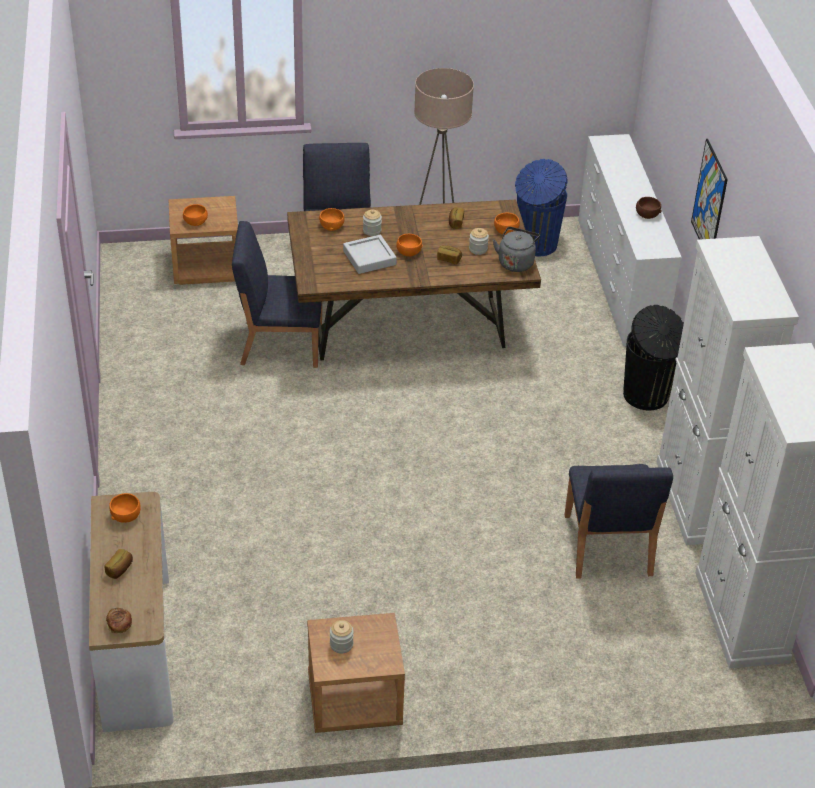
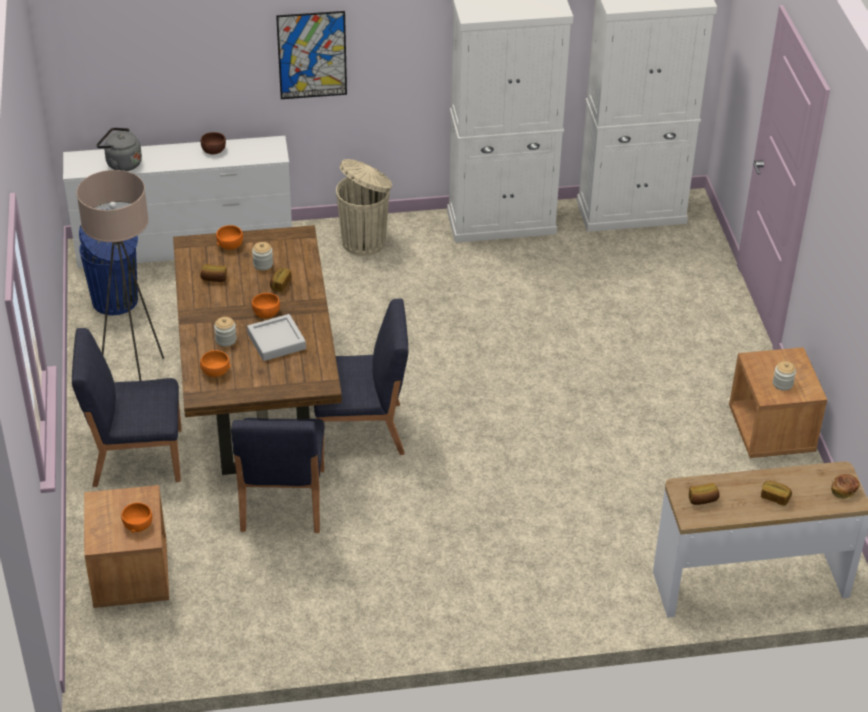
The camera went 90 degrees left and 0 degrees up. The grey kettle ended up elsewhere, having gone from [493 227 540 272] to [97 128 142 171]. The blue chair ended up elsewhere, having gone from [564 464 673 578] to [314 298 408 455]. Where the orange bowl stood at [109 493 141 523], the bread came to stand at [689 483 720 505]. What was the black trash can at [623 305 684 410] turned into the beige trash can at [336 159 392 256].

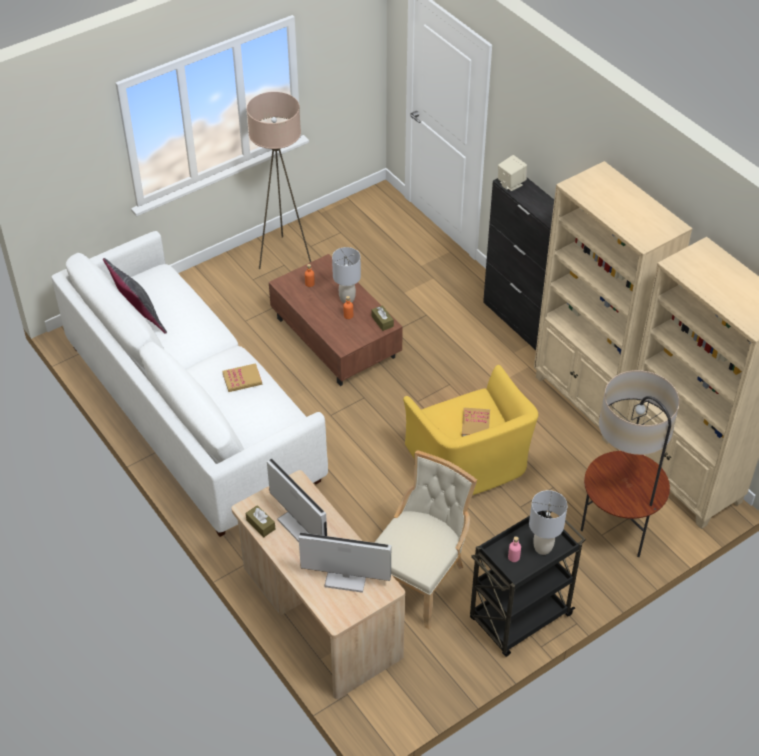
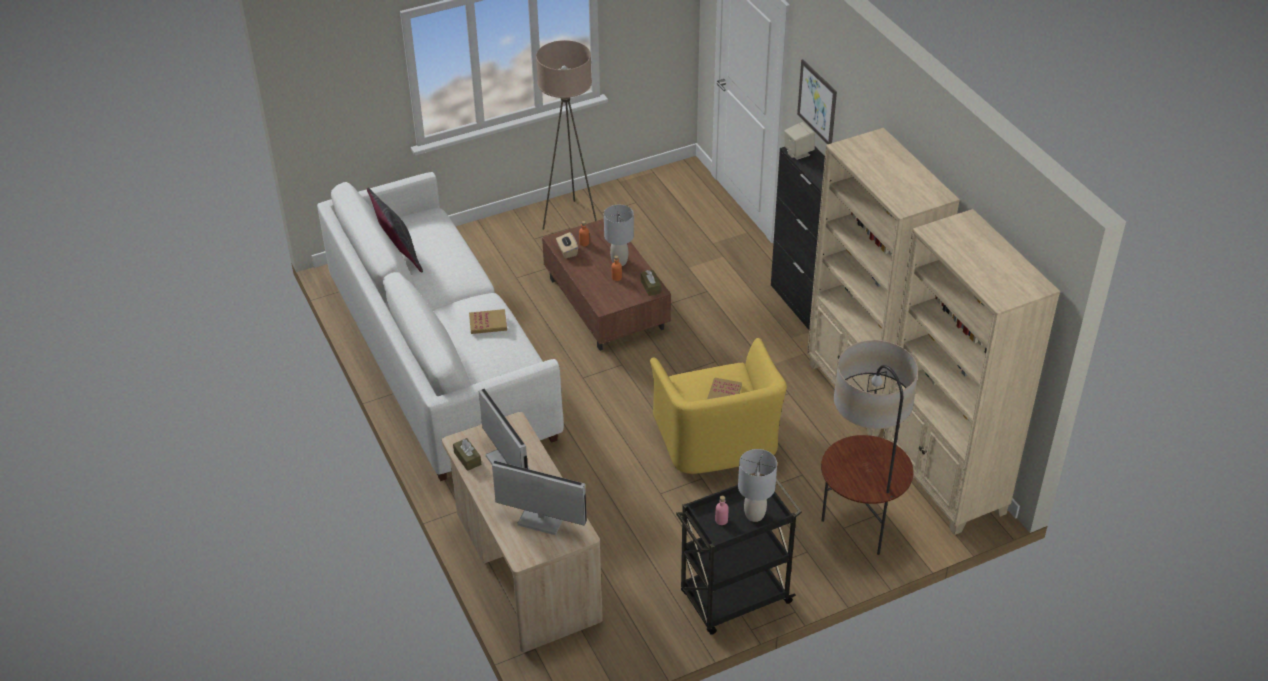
The camera went 10 degrees right and 5 degrees down. The second view lost the beige chair at [374 450 477 629]. The second view gained the beige tissue box at [556 232 578 259]. The second view gained the picture at [797 59 837 144].

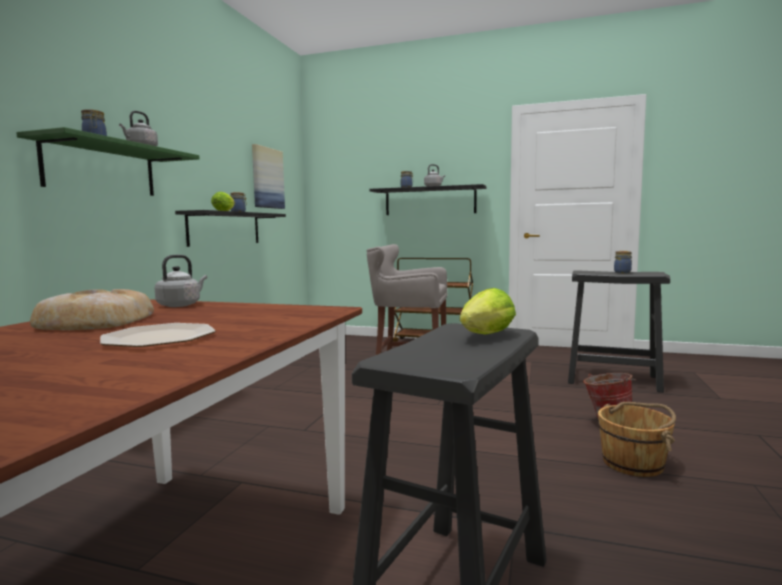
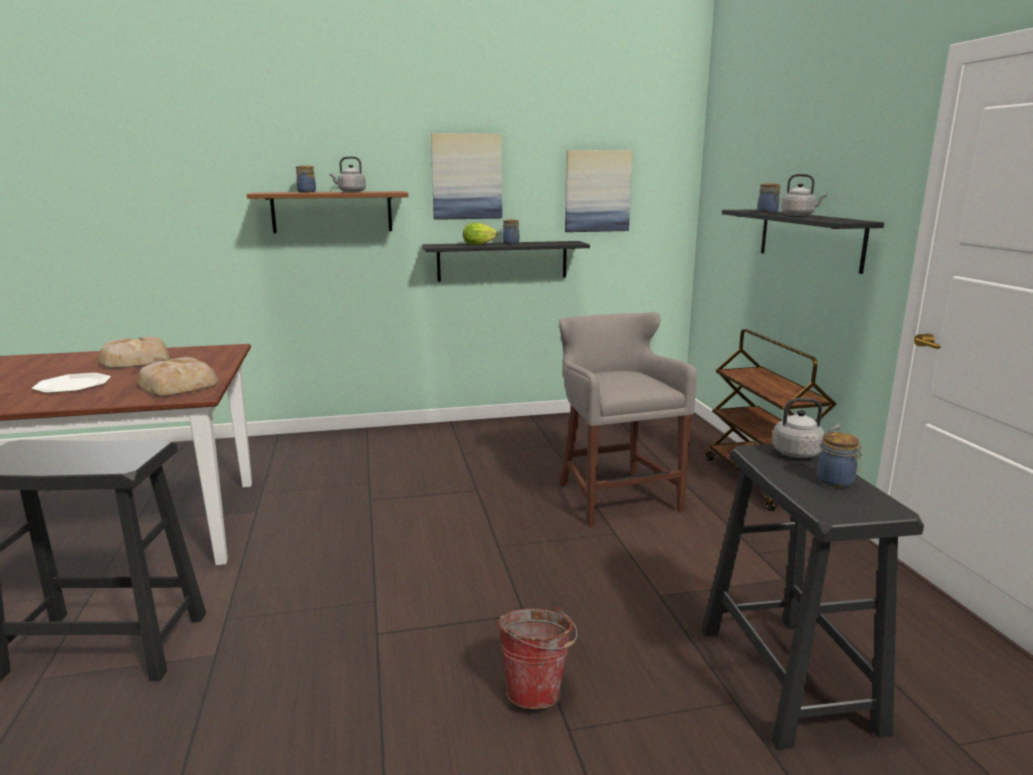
The camera went 60 degrees right and 10 degrees up. The second view lost the lettuce at [460 288 516 334]. The second view lost the brown bucket at [598 402 676 477]. The second view gained the bread at [137 357 218 397]. The second view gained the picture at [431 133 502 220]. The grey kettle ended up elsewhere, having gone from [154 255 207 307] to [772 398 841 458]. What was the green shelf at [16 127 200 196] turned into the brown shelf at [247 191 408 233].

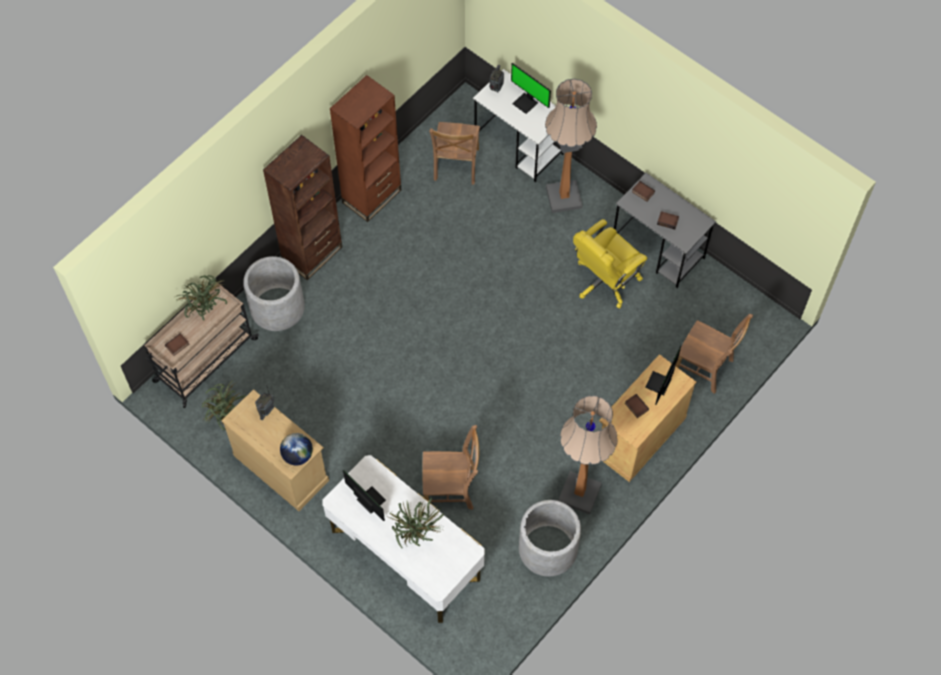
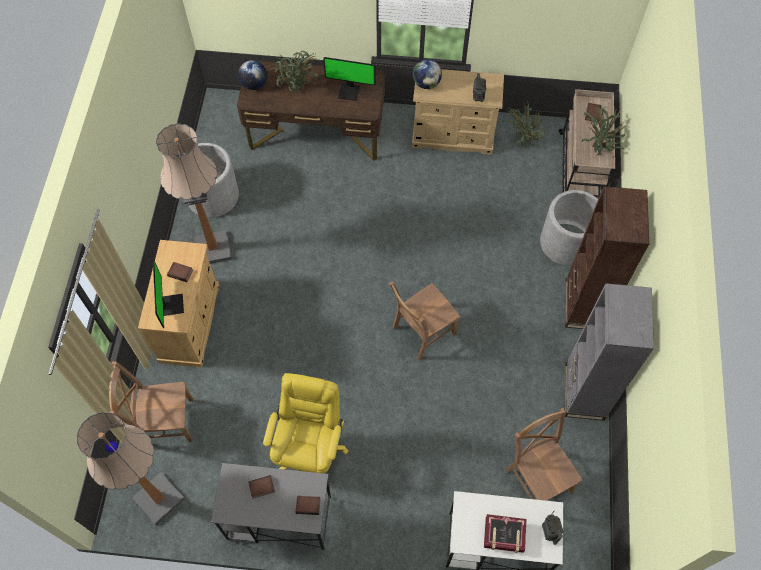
The camera went 145 degrees right and 0 degrees up. The second view gained the globe at [238 60 267 90]. The brown chair ended up elsewhere, having gone from [422 425 479 510] to [389 281 460 360]. The floor lamp ended up elsewhere, having gone from [545 79 597 213] to [77 412 185 525]. Where the monitor stood at [511 63 551 114], the book came to stand at [484 514 527 553]. What was the white desk at [322 455 485 623] turned into the brown desk at [237 60 385 160]. What was the brown bookcase at [330 75 401 222] turned into the grey bookcase at [565 283 654 421].

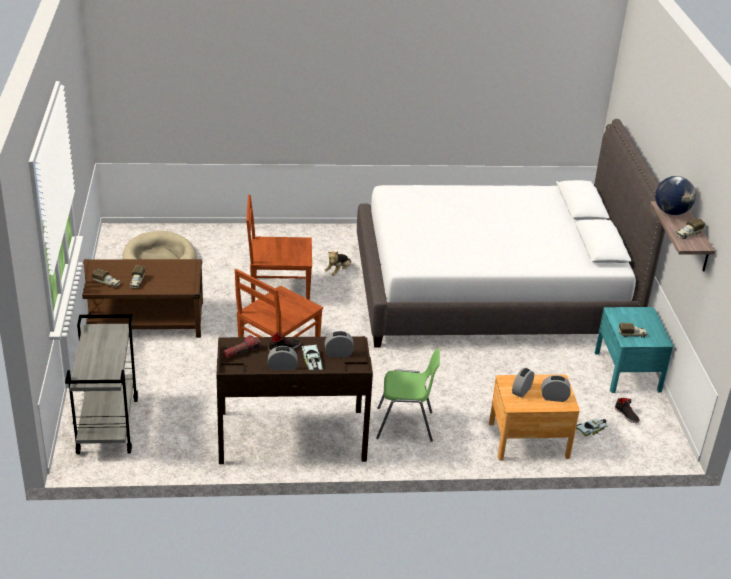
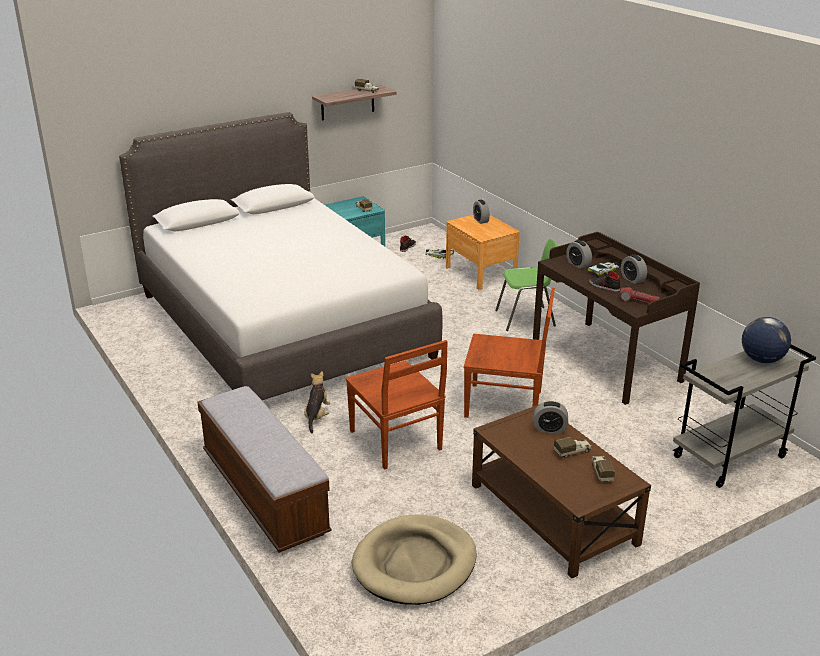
The camera went 115 degrees left and 5 degrees down. The second view gained the bench at [197 386 332 553]. The alarm clock ended up elsewhere, having gone from [512 368 534 398] to [533 401 568 434]. The globe ended up elsewhere, having gone from [655 176 696 215] to [742 317 791 363]. The plush toy at [325 251 351 276] ended up facing another way, 90 degrees counterclockwise from before. The green chair at [376 348 440 442] ended up facing another way, 105 degrees clockwise from before.

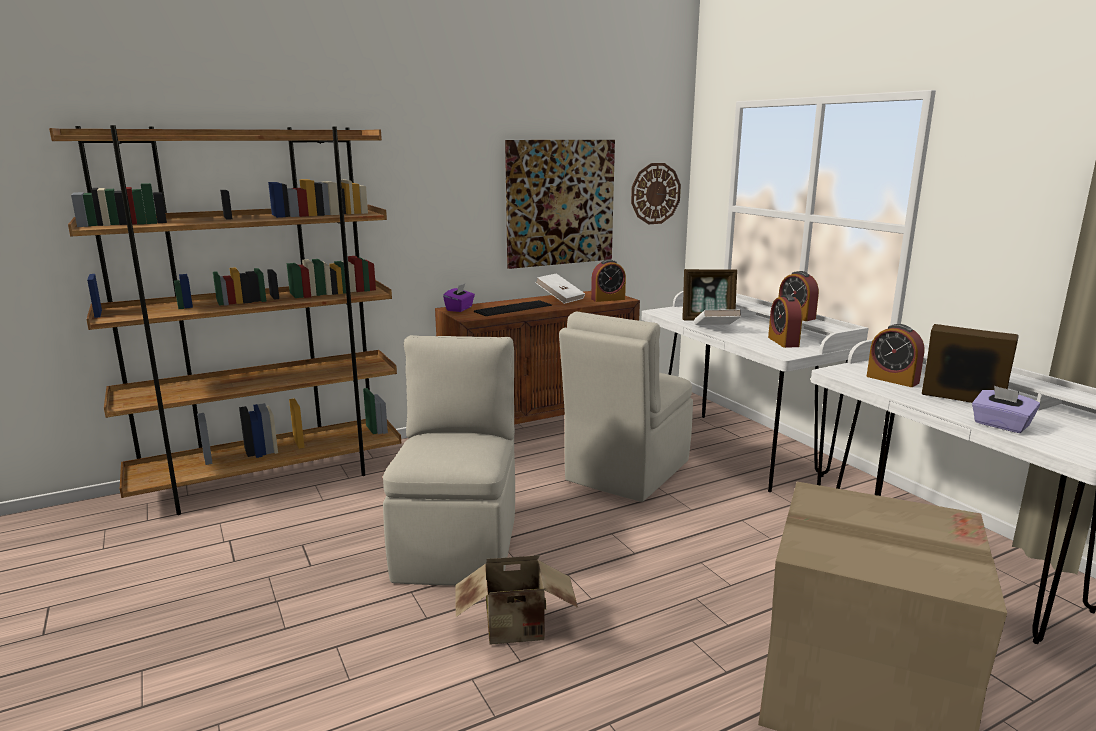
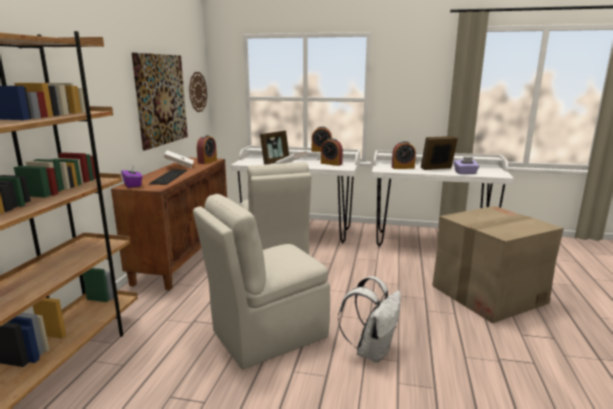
The camera went 50 degrees left and 0 degrees up. Where the cardboard box stood at [455 555 578 645], the white backpack came to stand at [338 276 401 363]. The beige chair at [383 335 515 586] ended up facing another way, 75 degrees counterclockwise from before.

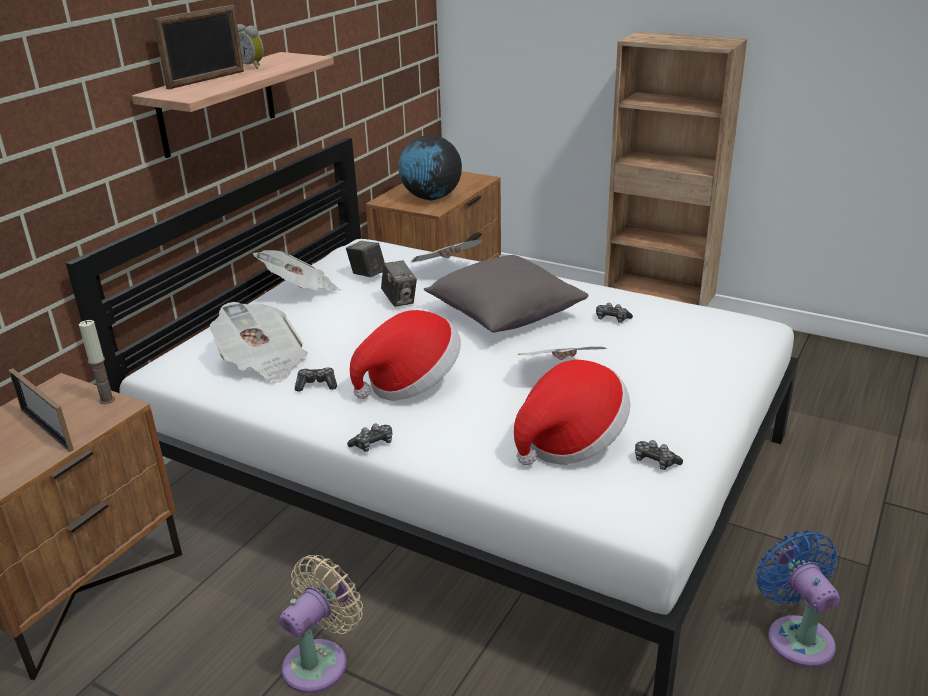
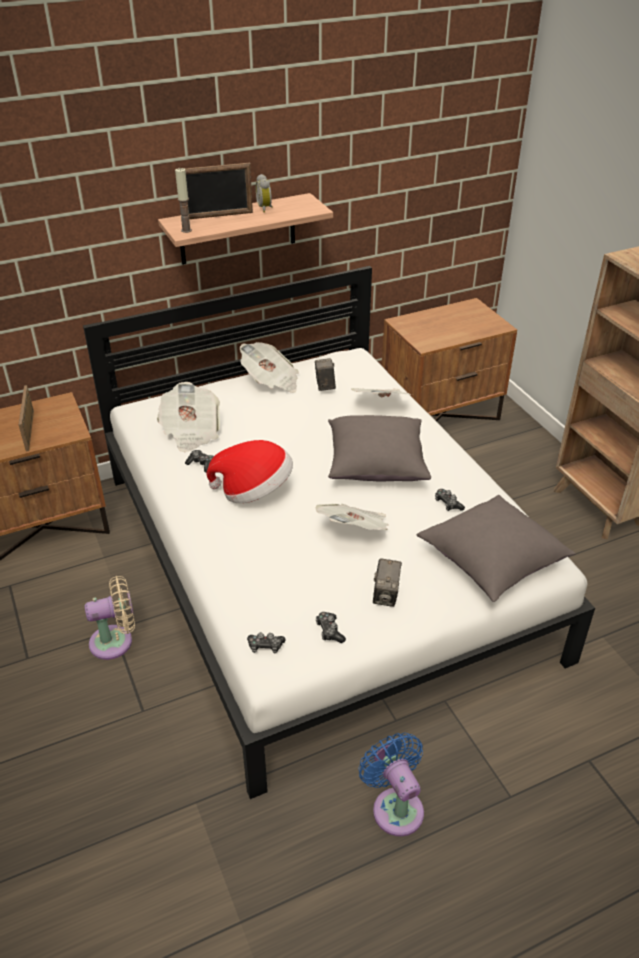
The camera went 35 degrees right and 10 degrees up. The second view lost the globe at [398 135 462 200]. The second view lost the hat at [514 359 630 465]. The second view gained the grey pillow at [417 495 576 602]. The candle ended up elsewhere, having gone from [79 320 115 404] to [175 168 192 233]. The game controller ended up elsewhere, having gone from [347 424 392 452] to [247 632 286 653]. The photo camera ended up elsewhere, having gone from [381 260 417 307] to [373 558 402 607]. The blue fan at [756 530 840 668] ended up facing another way, 45 degrees counterclockwise from before.

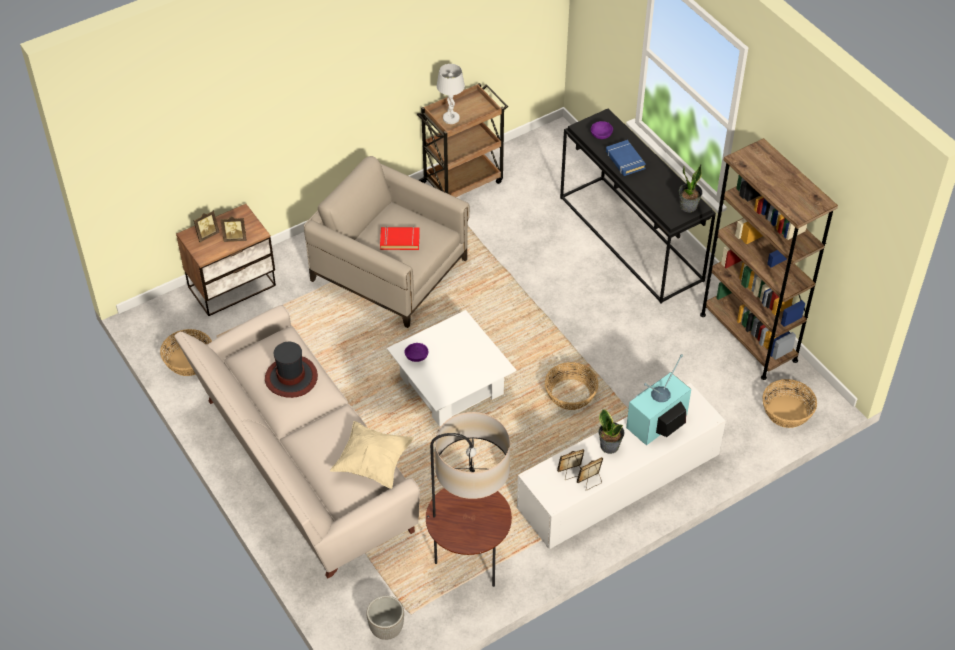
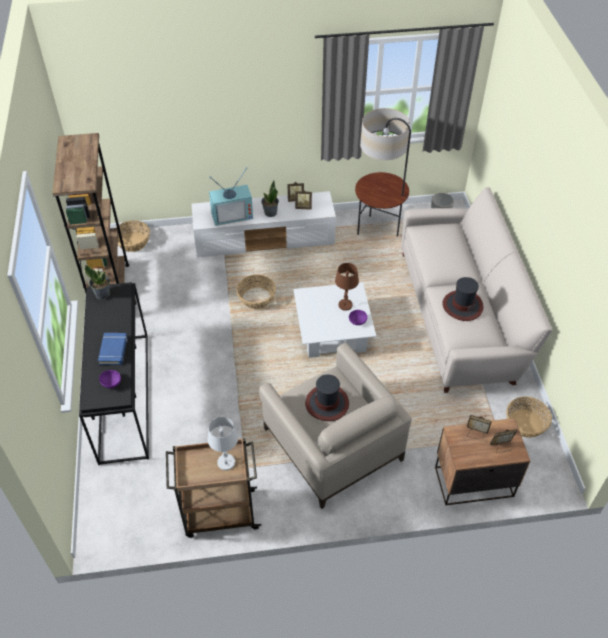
The camera went 155 degrees left and 0 degrees up. The second view lost the beige pillow at [330 421 414 489]. The second view gained the brown table lamp at [335 263 359 311]. Where the red book stood at [380 226 420 250], the hat came to stand at [305 374 349 421].

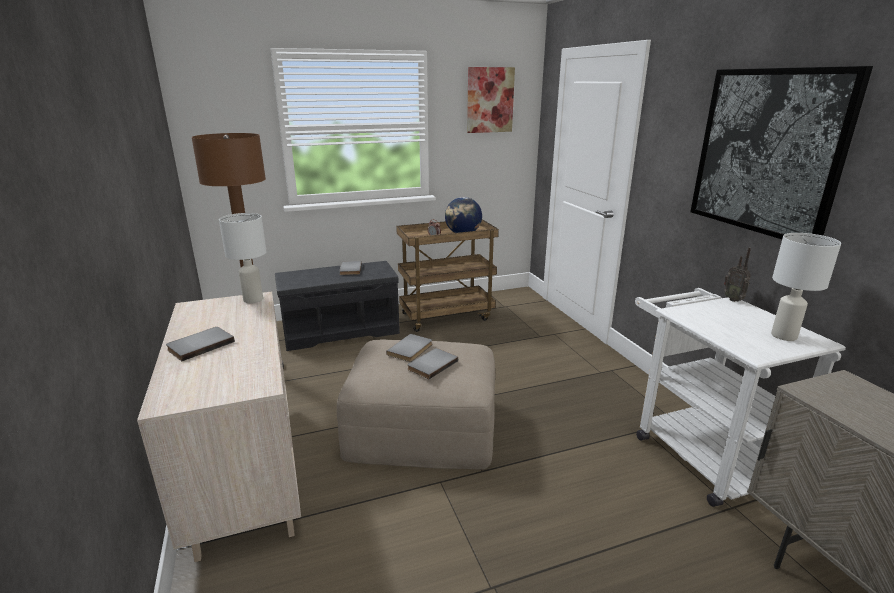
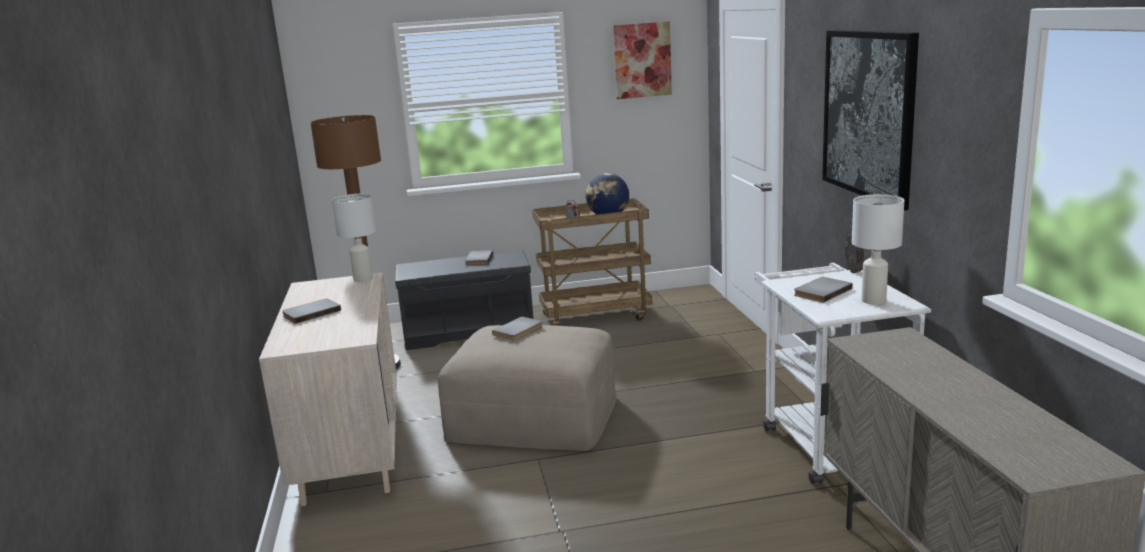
The camera went 10 degrees right and 5 degrees down. The grey book ended up elsewhere, having gone from [407 348 458 379] to [794 277 853 303].

